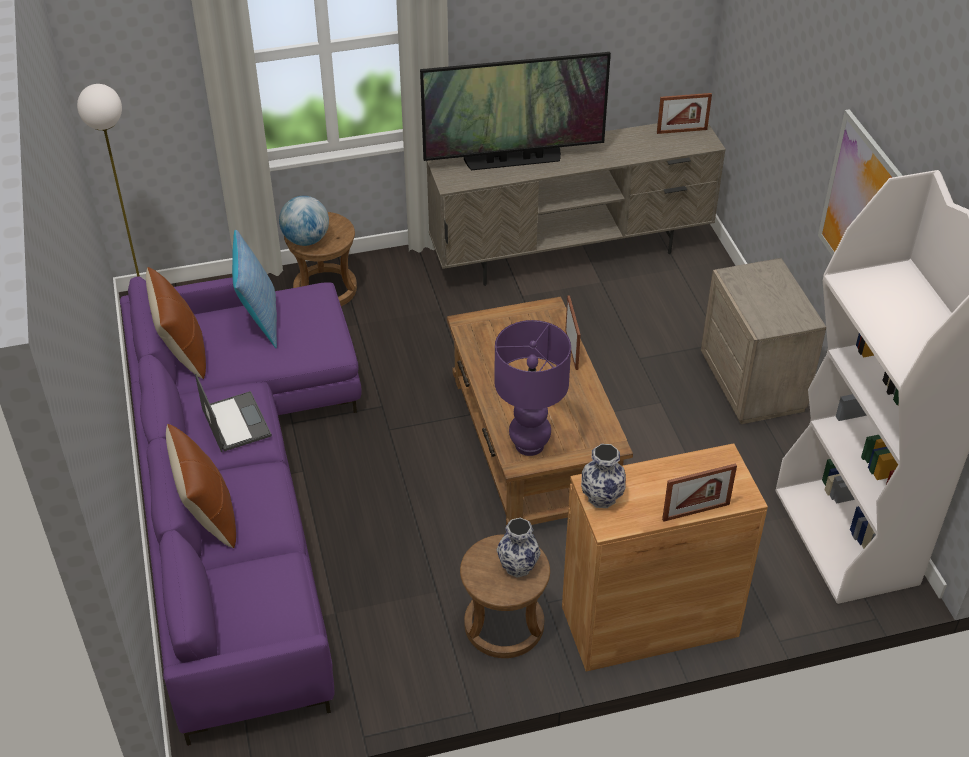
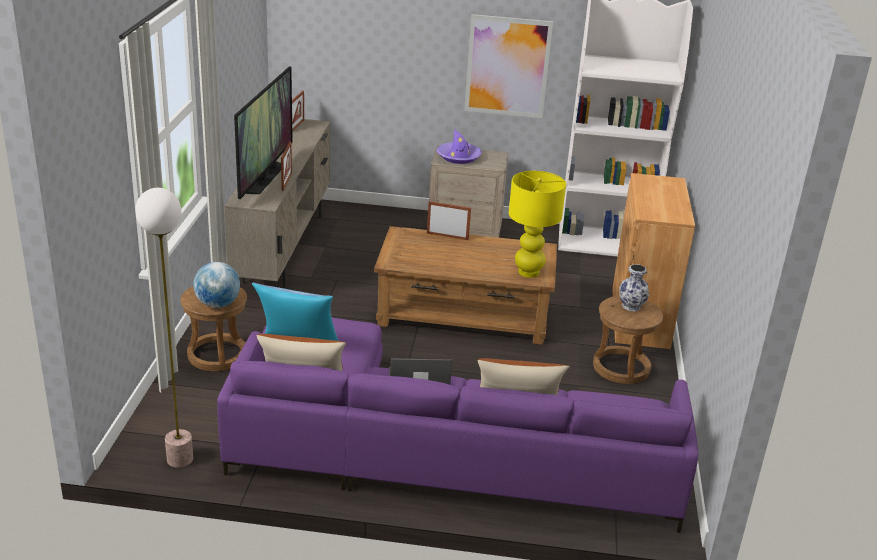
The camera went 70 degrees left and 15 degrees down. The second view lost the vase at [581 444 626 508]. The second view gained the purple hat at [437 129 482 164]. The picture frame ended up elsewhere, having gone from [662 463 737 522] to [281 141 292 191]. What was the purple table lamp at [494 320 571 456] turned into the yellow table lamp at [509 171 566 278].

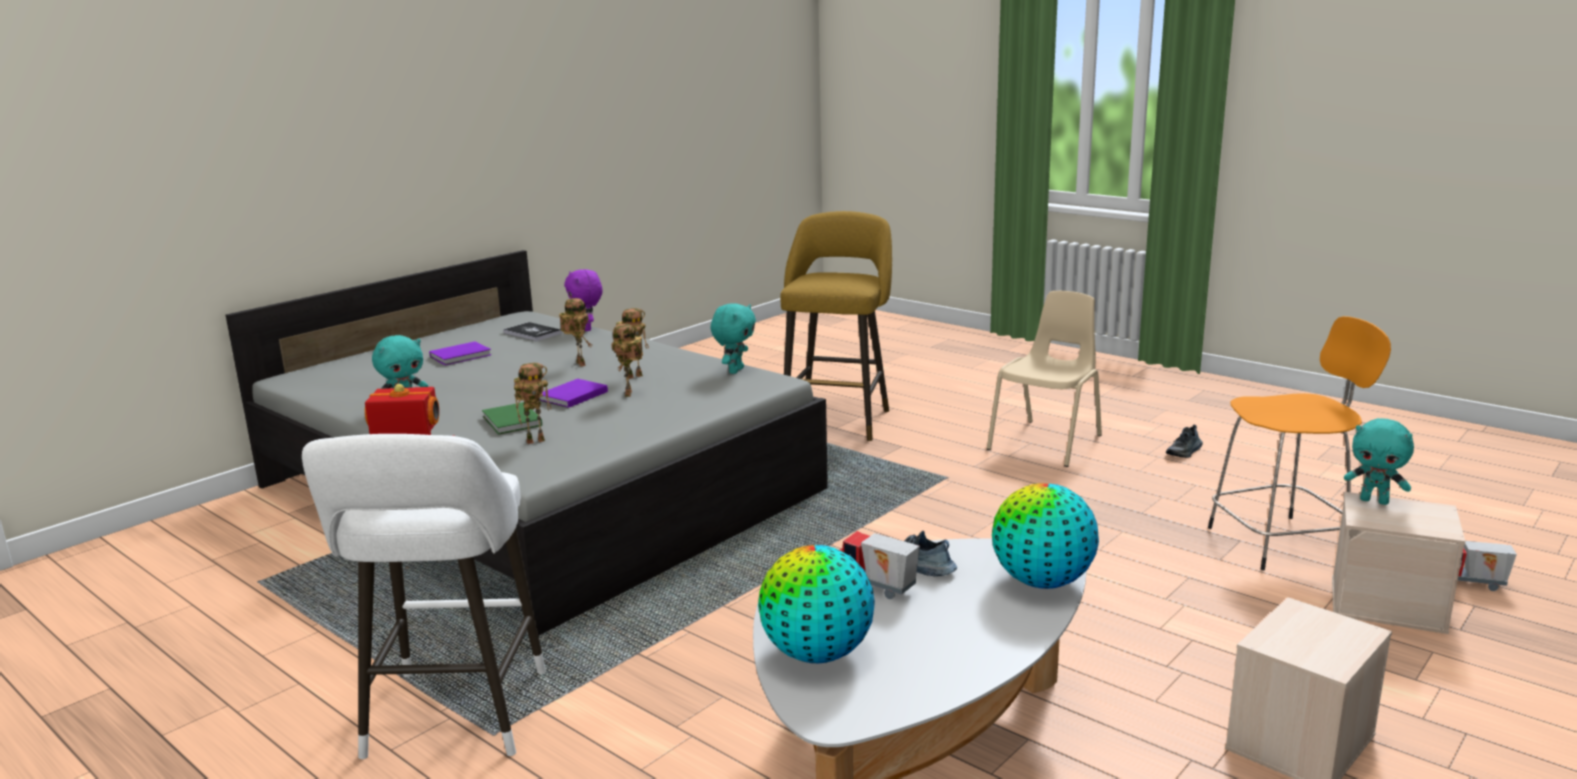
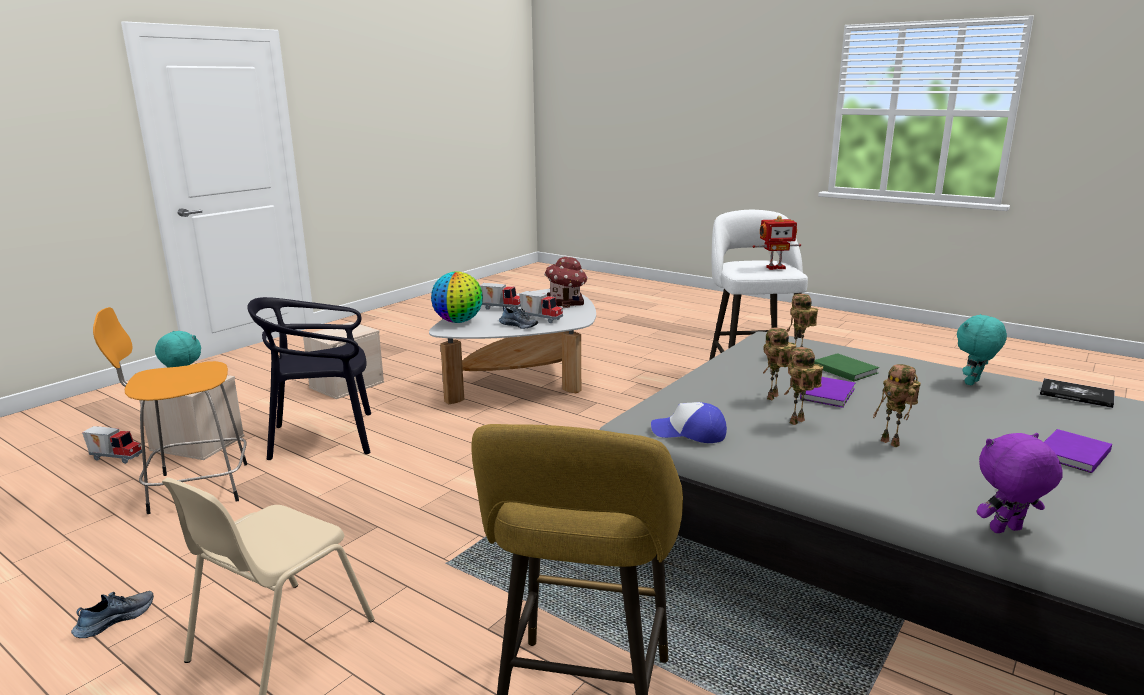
The camera went 175 degrees right and 0 degrees up. The second view gained the black chair at [247 297 371 460]. The second view gained the toy truck at [480 283 521 311]. The book ended up elsewhere, having gone from [503 322 562 341] to [1040 378 1115 408]. Where the turquoise plush toy stood at [711 303 756 374], the cap came to stand at [651 402 727 443]. Where the globe stood at [758 545 875 663], the toy house came to stand at [544 257 588 308]. The purple plush toy at [564 269 603 331] ended up facing another way, 75 degrees counterclockwise from before. The toy robot at [611 324 643 397] ended up facing another way, 135 degrees counterclockwise from before.

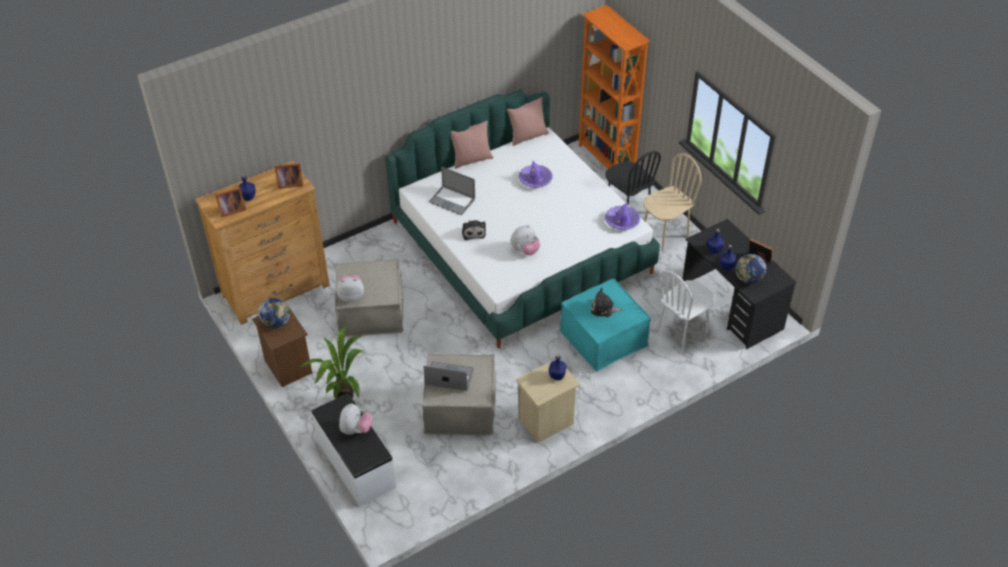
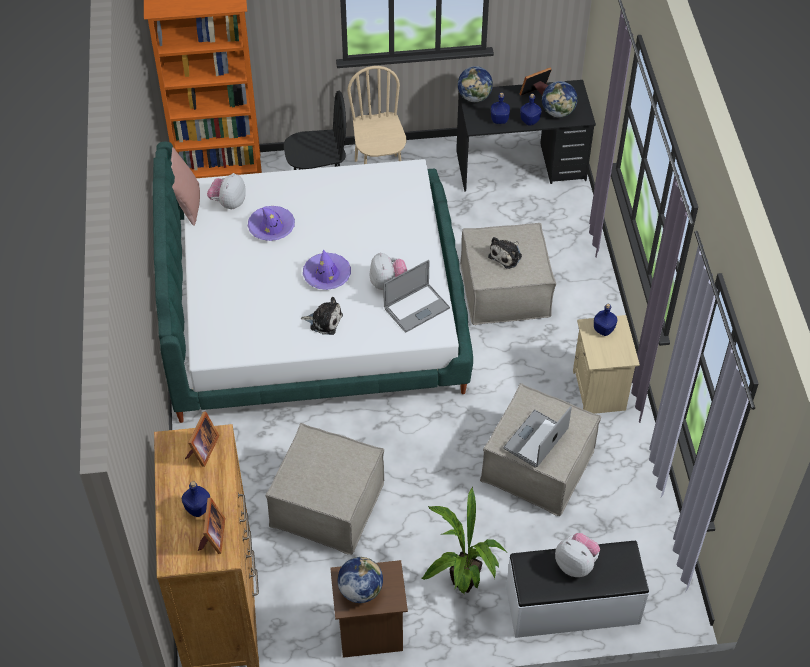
The camera went 65 degrees left and 5 degrees up. The second view lost the pink pillow at [451 121 494 169]. The second view lost the white chair at [657 270 715 352]. The second view gained the globe at [458 66 493 102]. The plush toy ended up elsewhere, having gone from [336 275 364 302] to [207 173 246 209]. The laptop ended up elsewhere, having gone from [429 167 475 215] to [383 260 450 333]. The purple hat ended up elsewhere, having gone from [605 203 640 230] to [303 250 351 290]. What was the turquoise ottoman at [560 278 651 372] turned into the beige ottoman at [460 223 556 325].

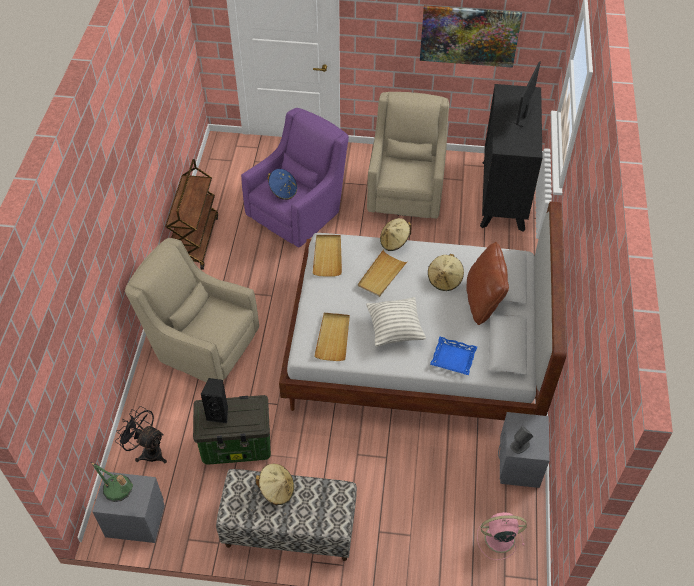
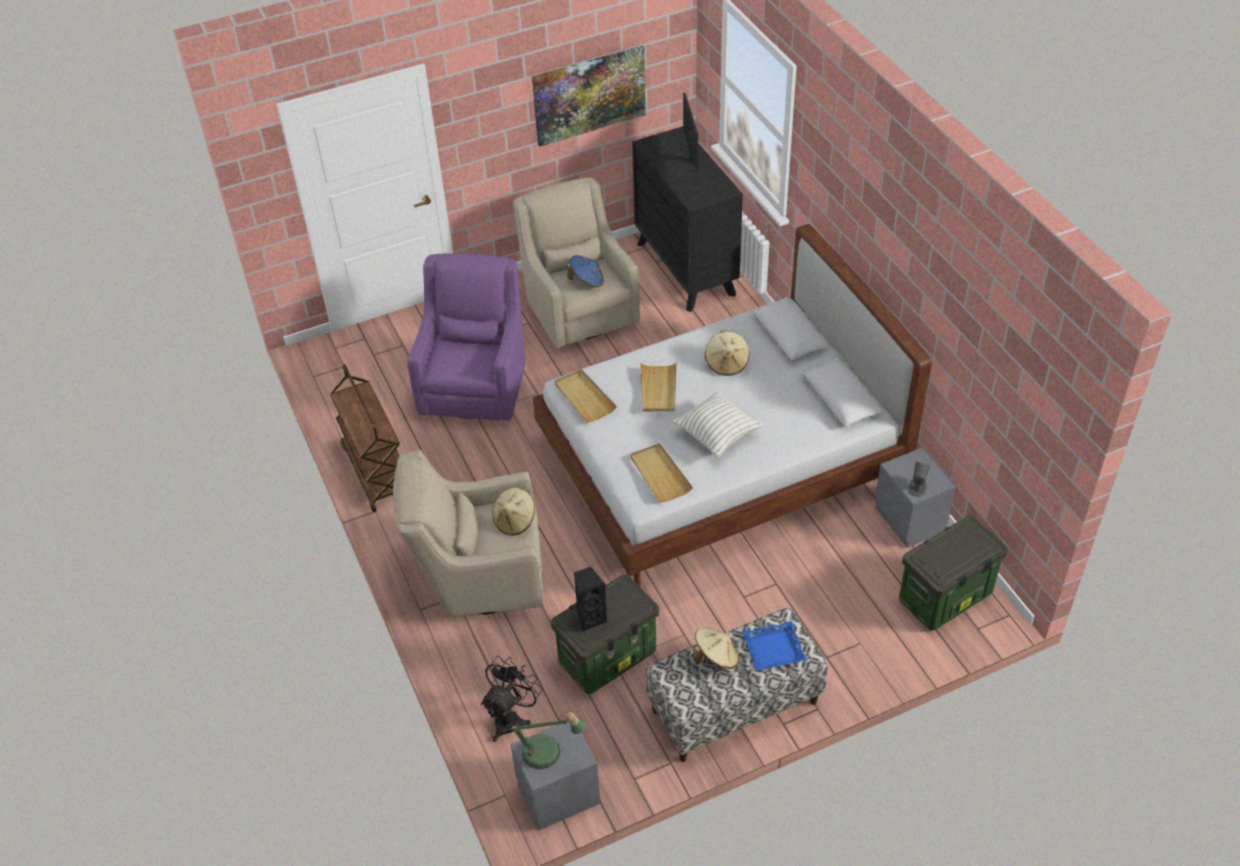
The camera went 30 degrees left and 5 degrees down. The second view lost the brown pillow at [466 242 509 325]. The blue hat ended up elsewhere, having gone from [267 169 297 200] to [567 255 604 287]. The beige hat ended up elsewhere, having gone from [380 218 412 251] to [492 488 535 536]. The blue tray ended up elsewhere, having gone from [430 337 477 375] to [742 621 807 671]. Where the pink fan stood at [477 512 527 560], the storage box came to stand at [899 516 1008 630]. The black fan at [115 406 167 463] ended up facing another way, 120 degrees clockwise from before.

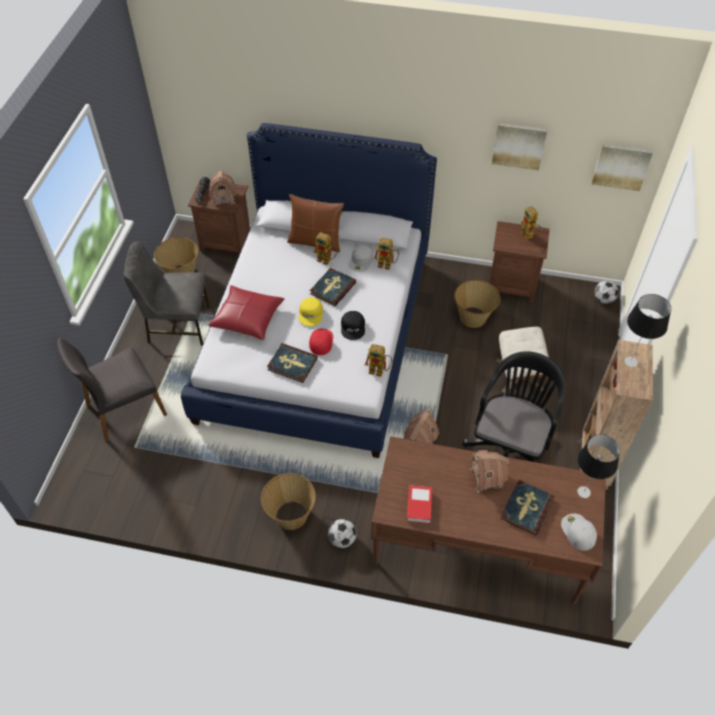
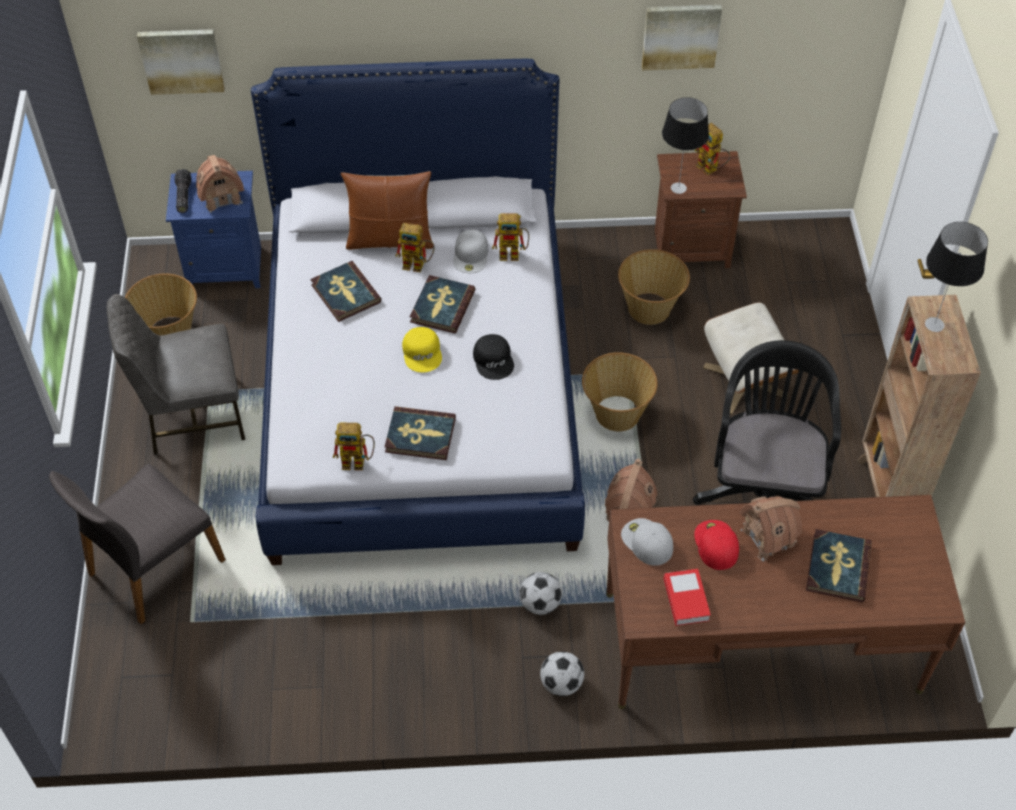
The camera went 15 degrees left and 0 degrees up. The second view lost the red pillow at [208 285 284 340]. The second view gained the book at [310 261 381 322]. The basket ended up elsewhere, having gone from [261 473 316 530] to [582 352 658 431]. The red cap ended up elsewhere, having gone from [309 329 333 355] to [694 520 739 570]. The toy robot ended up elsewhere, having gone from [365 344 392 377] to [333 423 375 470]. The white cap ended up elsewhere, having gone from [561 514 597 551] to [621 518 673 566]. The table lamp ended up elsewhere, having gone from [577 434 620 498] to [662 97 709 194]. The picture ended up elsewhere, having gone from [592 144 653 191] to [137 29 224 95]. The football ended up elsewhere, having gone from [594 281 619 304] to [519 572 562 615]. What was the brown nightstand at [188 179 250 255] turned into the blue nightstand at [166 171 261 288].

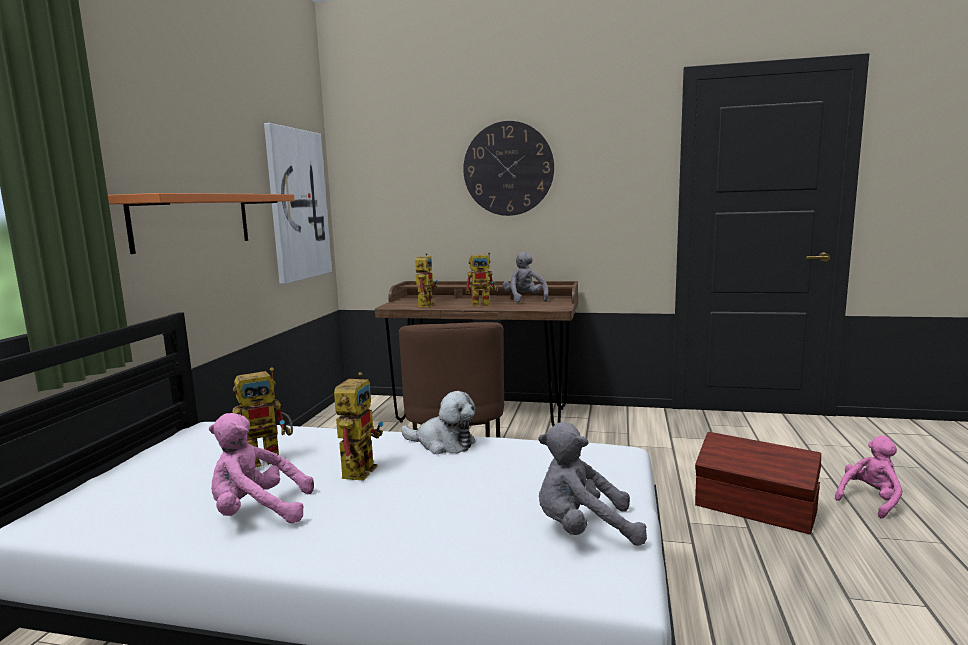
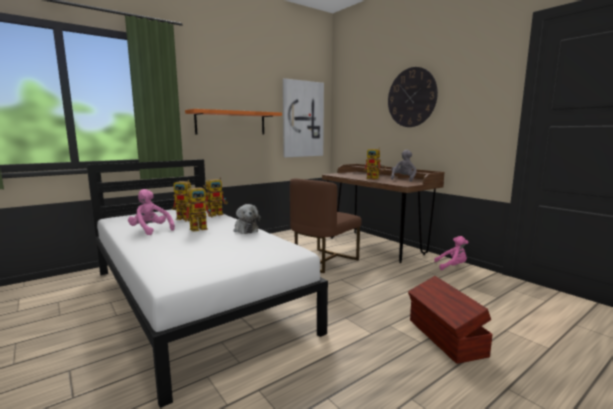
The camera went 40 degrees right and 0 degrees up. The second view lost the grey plush toy at [538 422 647 546]. The toy robot ended up elsewhere, having gone from [415 253 438 307] to [206 177 227 216]. The pink plush toy ended up elsewhere, having gone from [835 435 903 519] to [434 236 468 270].

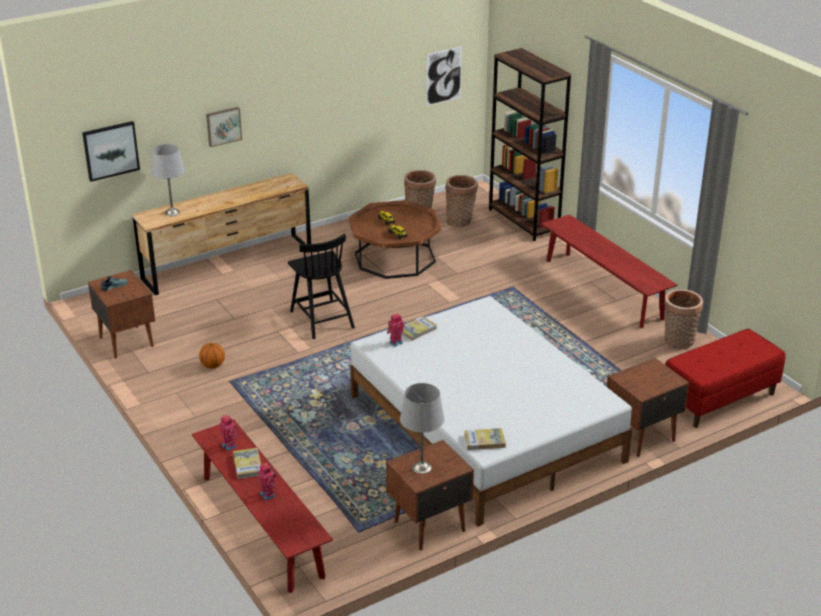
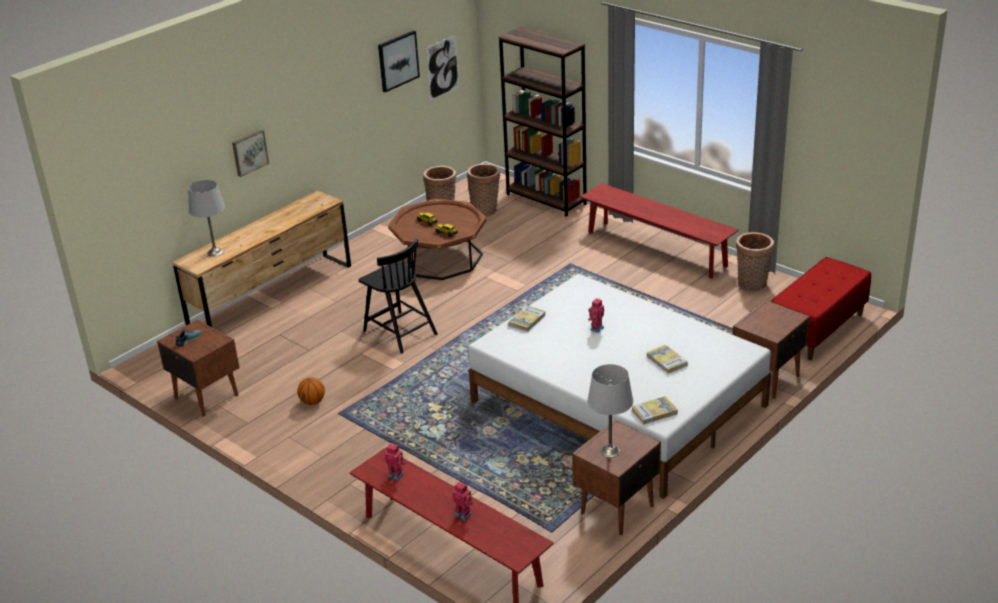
The camera went 15 degrees left and 0 degrees up. The picture ended up elsewhere, having gone from [82 121 140 182] to [378 31 420 92]. The book ended up elsewhere, having gone from [233 448 261 479] to [646 345 688 374]. The toy robot ended up elsewhere, having gone from [387 313 405 347] to [588 298 604 333].

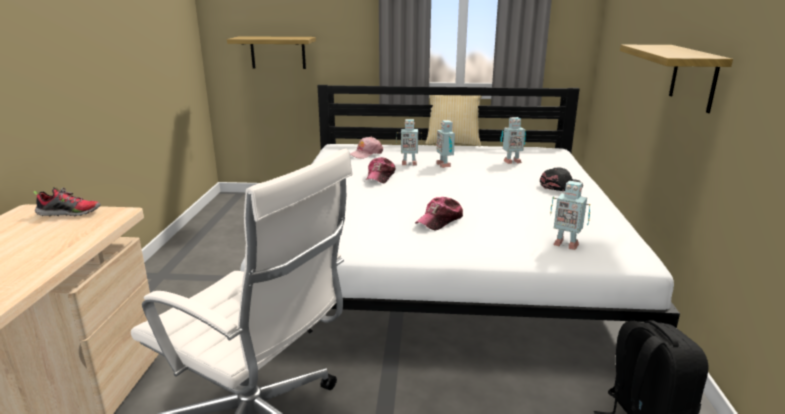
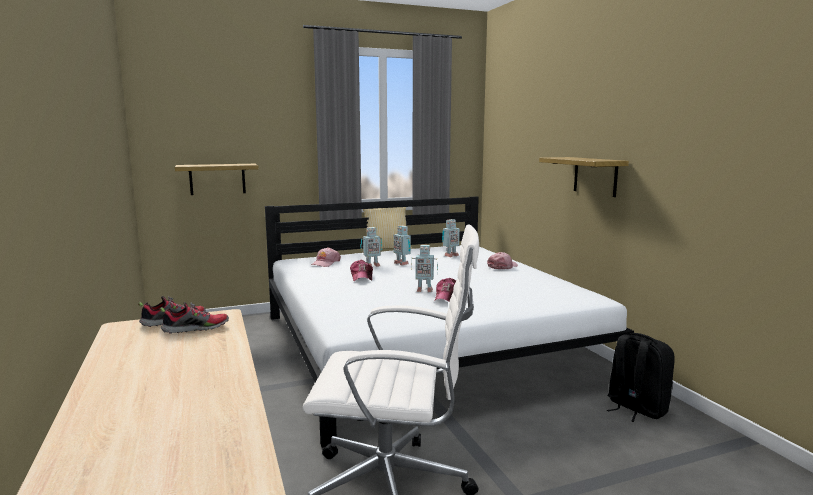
The camera went 25 degrees left and 10 degrees down. The second view gained the shoe at [160 302 229 334]. The toy robot ended up elsewhere, having gone from [550 181 590 250] to [411 245 438 292]. What was the black cap at [540 167 583 191] turned into the pink cap at [487 252 518 269].

